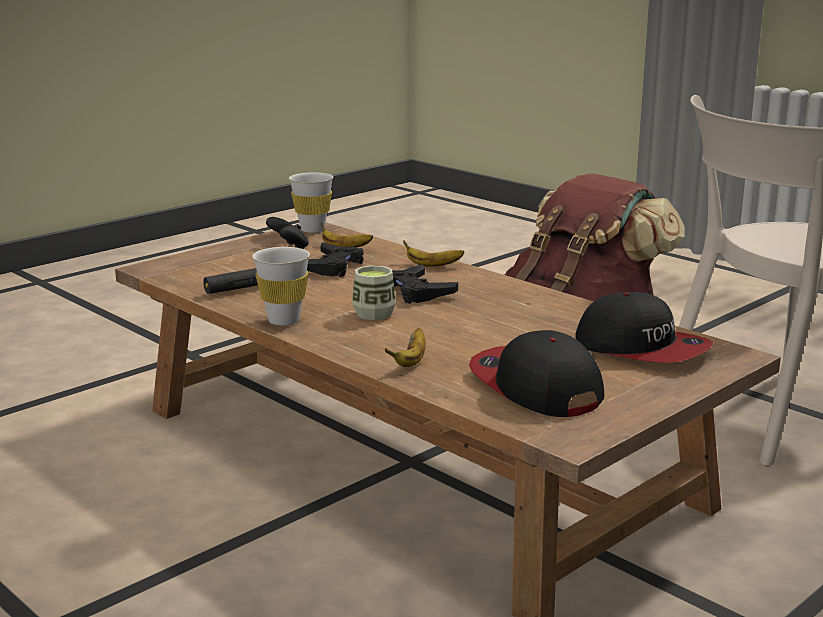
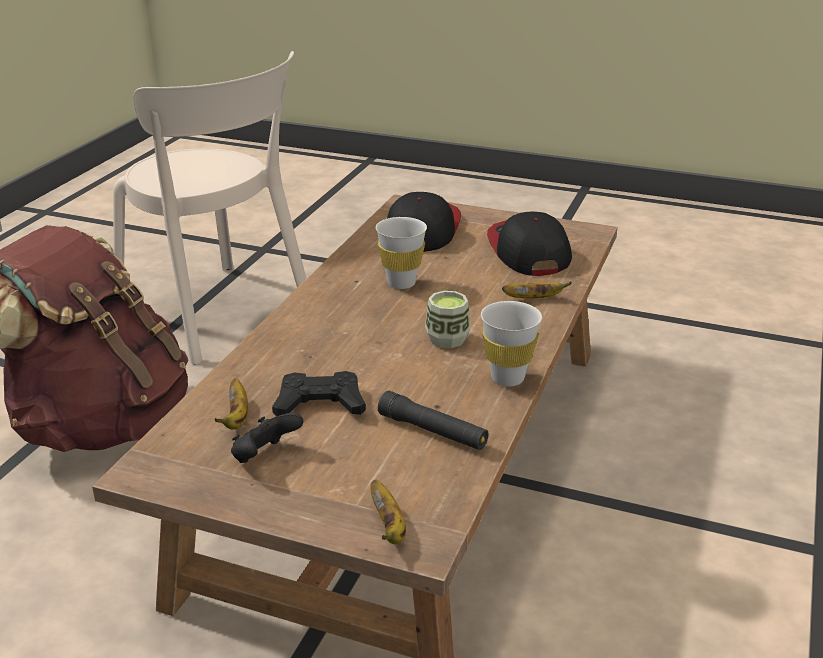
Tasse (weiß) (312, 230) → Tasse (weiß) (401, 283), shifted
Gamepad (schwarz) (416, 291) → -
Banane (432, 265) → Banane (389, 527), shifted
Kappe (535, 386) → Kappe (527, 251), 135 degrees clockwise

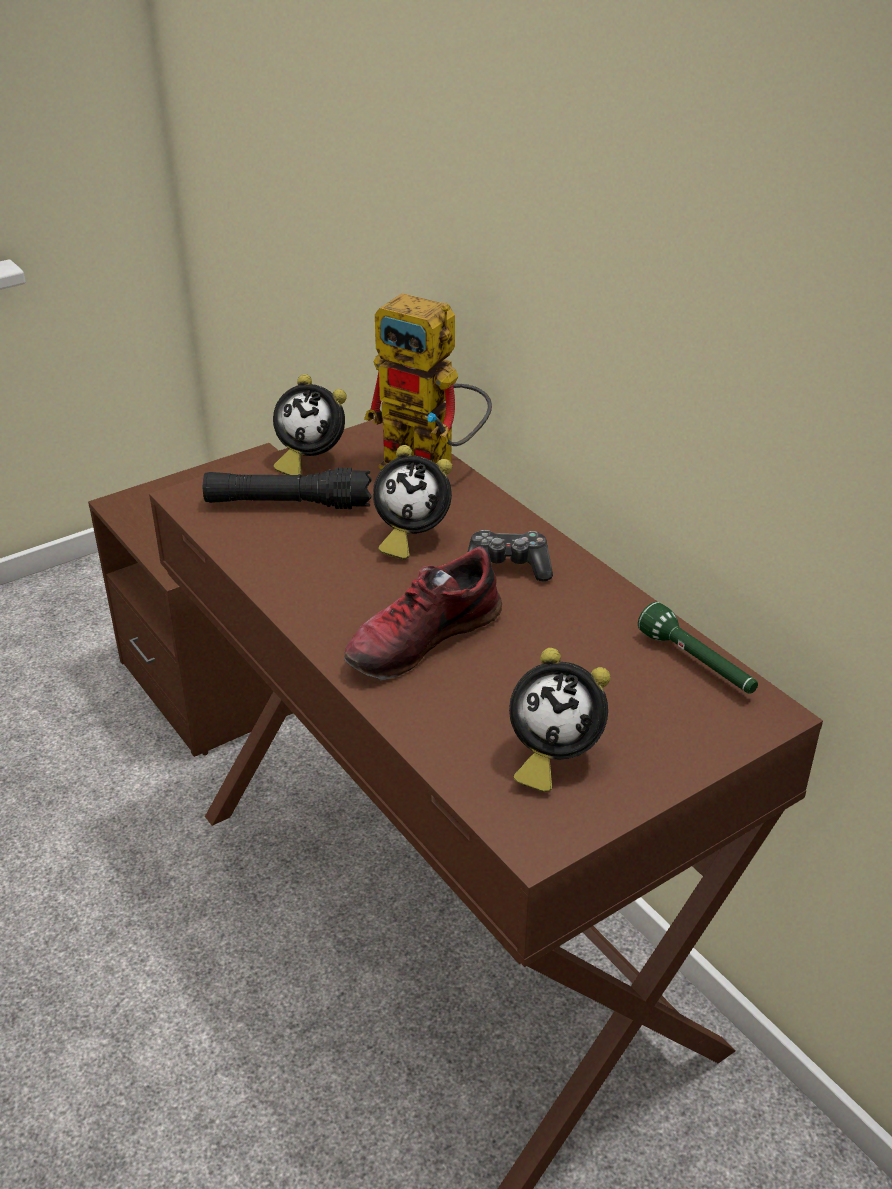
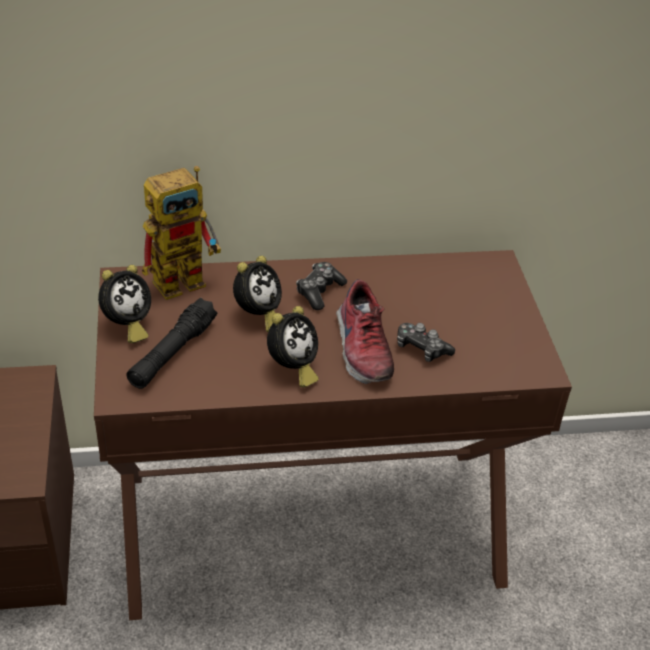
Wecker (551, 757) → Wecker (292, 369), shifted
Taschenlampe (grün) (697, 664) → -
- → Gamepad (421, 348)

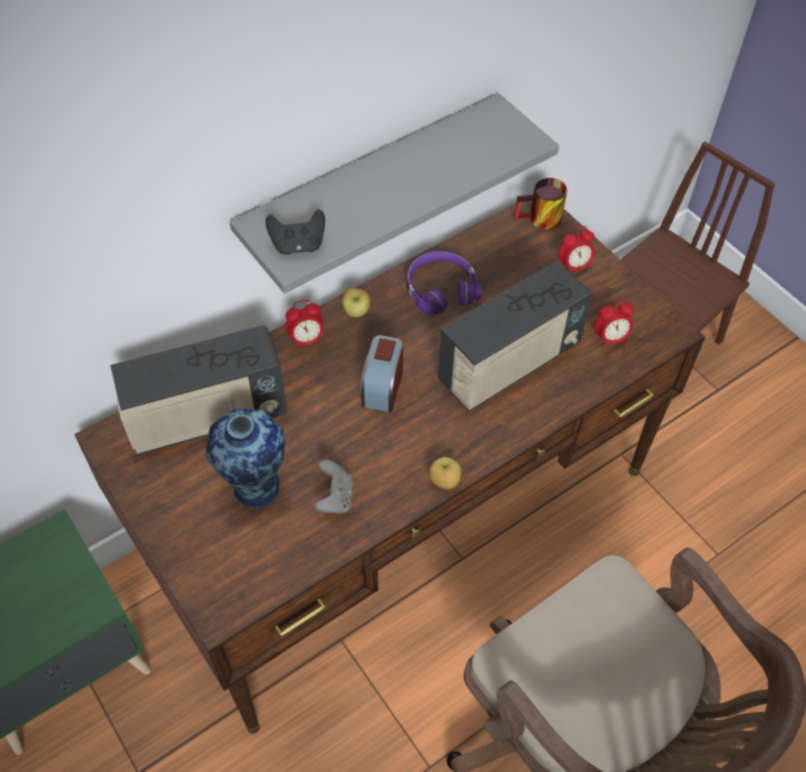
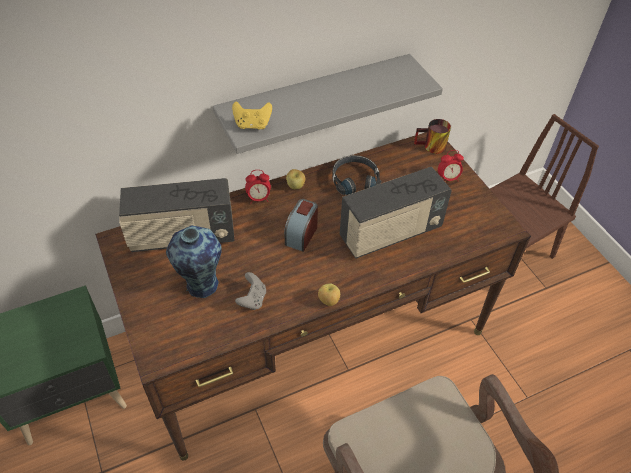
Gamepad (schwarz) (298, 245) → Gamepad (gelb) (252, 125)
Kopfhörer (lila) (440, 288) → Kopfhörer (schwarz) (354, 180)
Wecker (610, 338) → -

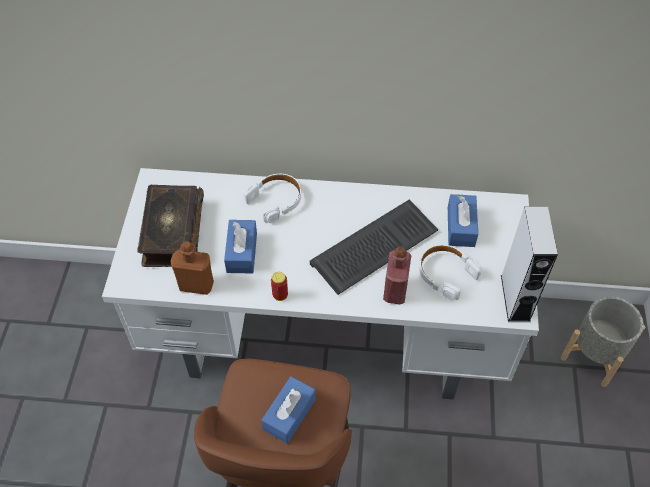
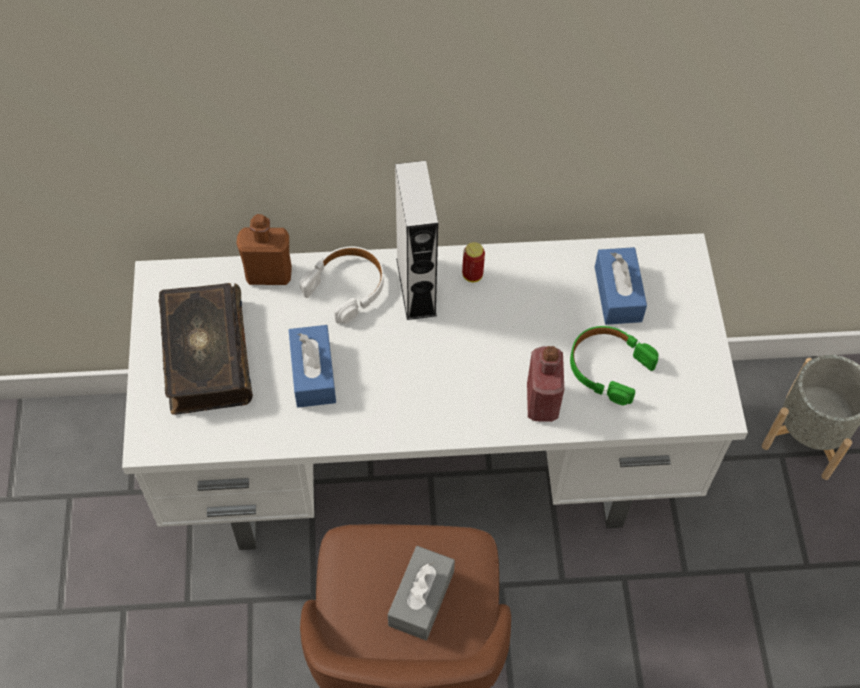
Flasche (braun) (196, 285) → Flasche (braun) (269, 274), shifted
Taschentuchbox (blau) (289, 414) → Taschentuchbox (grau) (421, 598)
Dose (280, 295) → Dose (472, 275), shifted
Tastatur (374, 249) → -
Kopfhörer (weiß) (445, 274) → Kopfhörer (grün) (608, 367)
Lautsprecher (grau) (515, 298) → Lautsprecher (grau) (416, 287), shifted

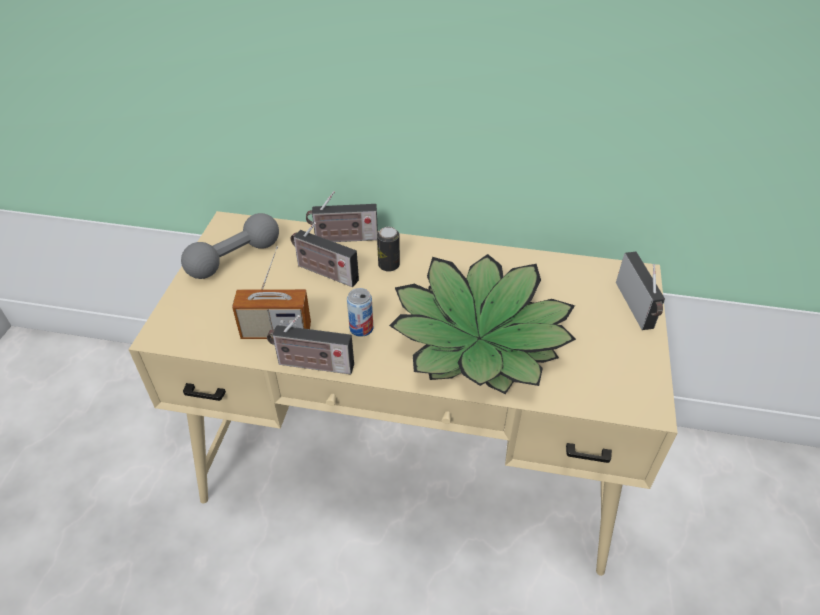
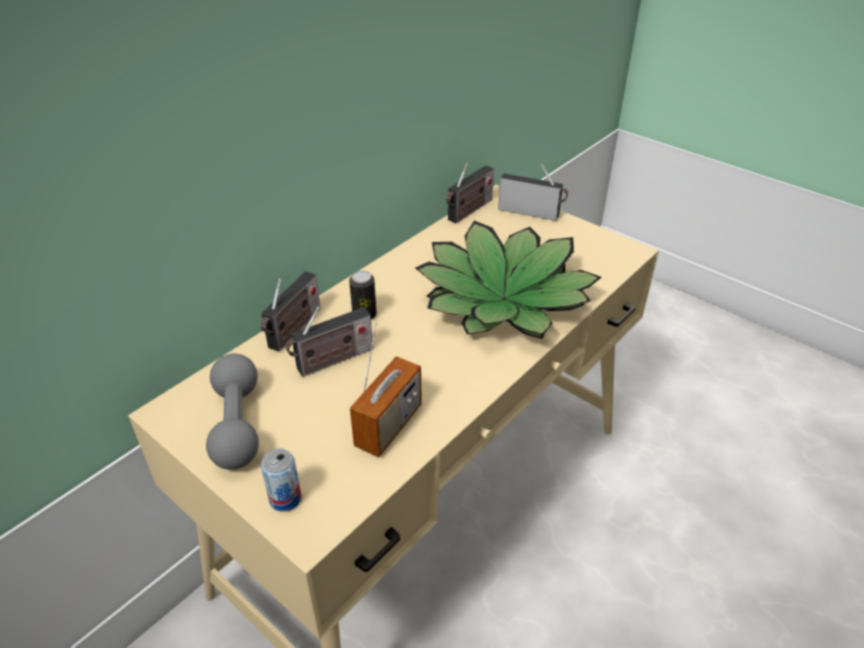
Radio (312, 365) → Radio (469, 211), shifted
Dose (361, 328) → Dose (285, 498), shifted

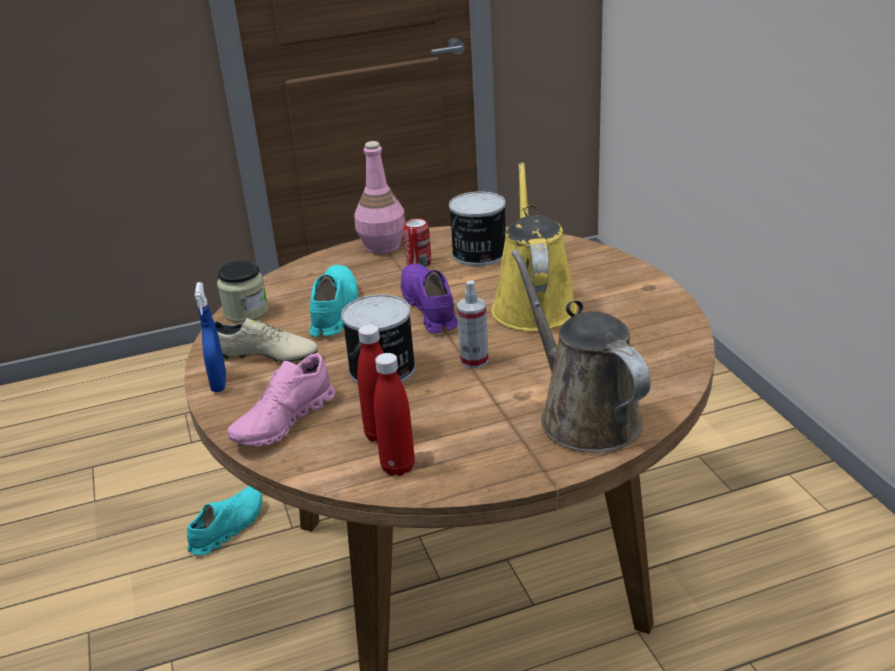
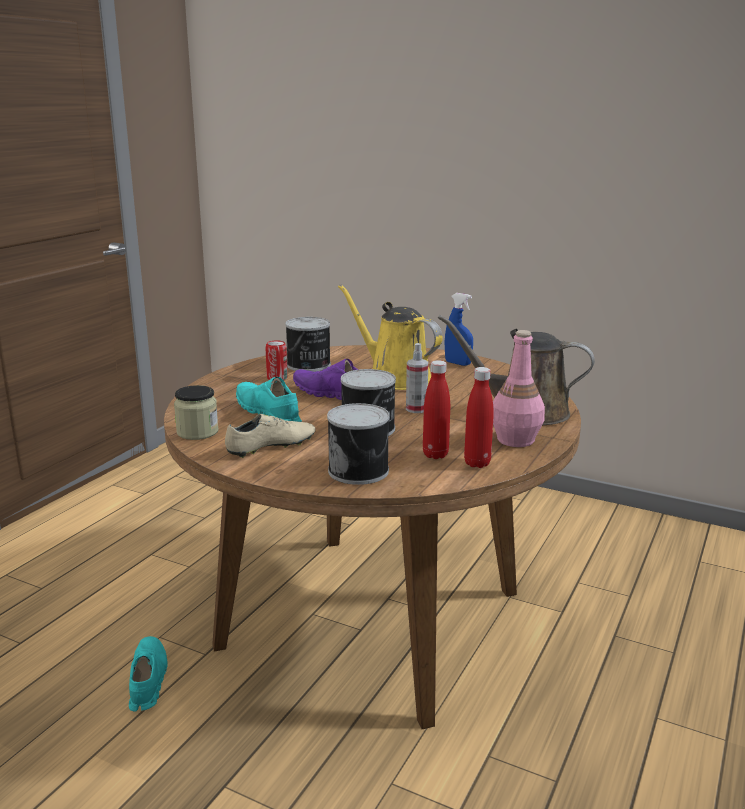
Sprühflasche (blau) (219, 383) → Sprühflasche (blau) (457, 363), shifted
Schuh (rosa) (284, 422) → Dose (360, 470)
Flasche (rosa) (382, 246) → Flasche (rosa) (515, 439), shifted

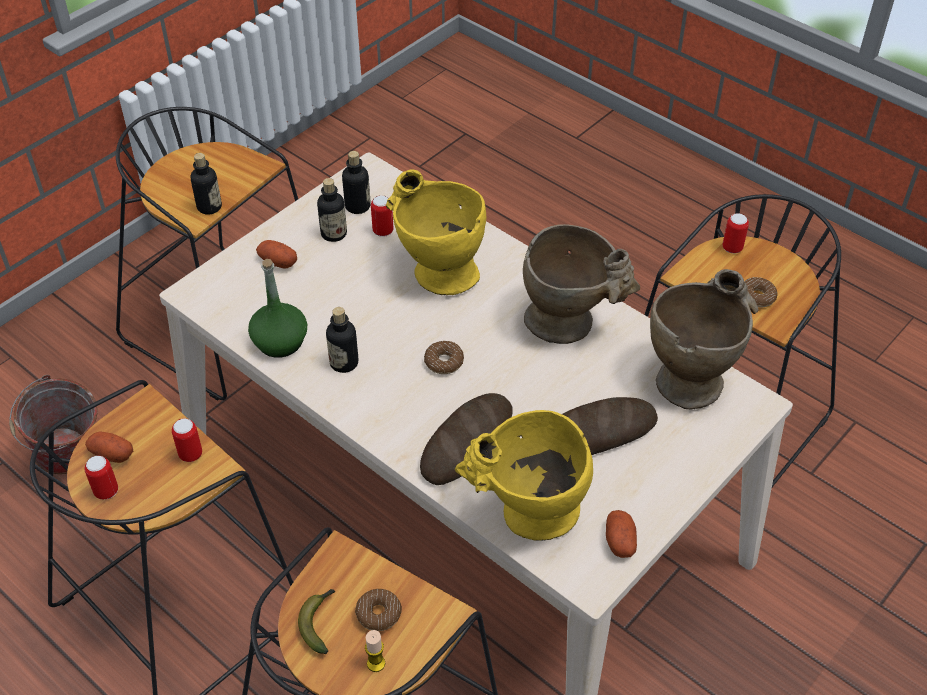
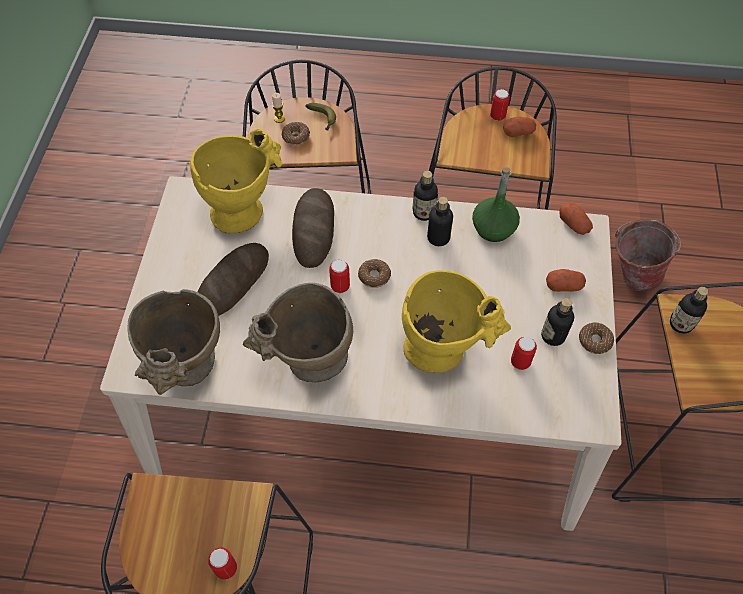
Dose (190, 454) → Dose (340, 286), shifted
Flasche (357, 206) → Flasche (424, 212), shifted
Kartoffel (619, 541) → Kartoffel (574, 224), shifted
Donut (757, 297) → Donut (594, 341), shifted

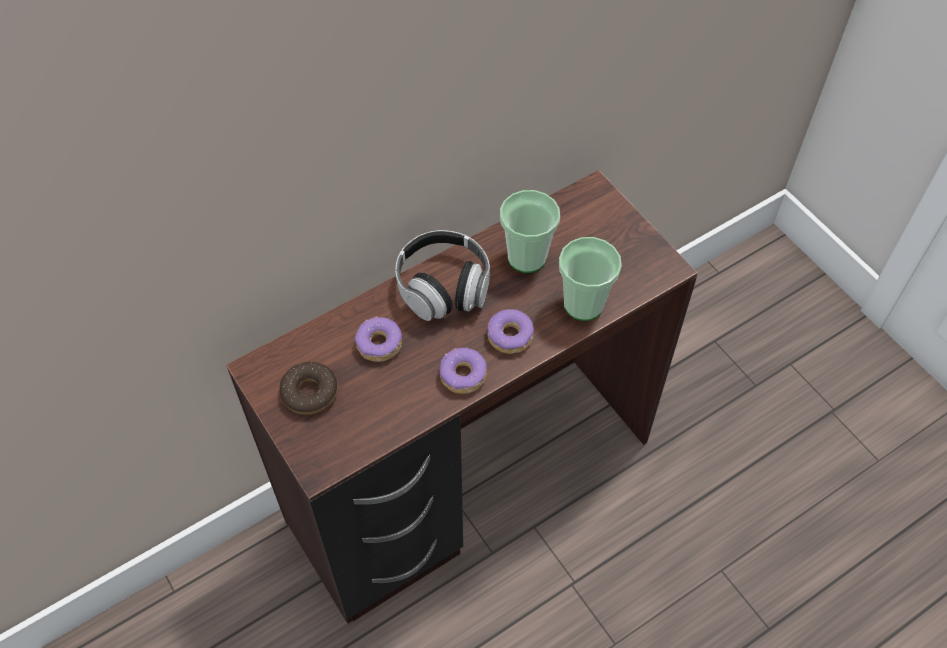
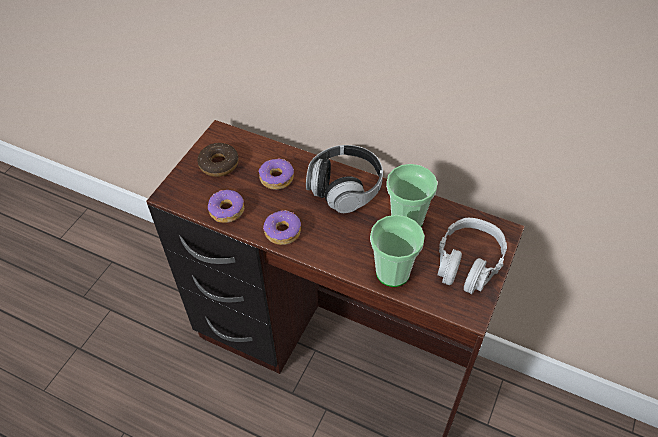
Donut (510, 336) → Donut (226, 211), shifted
- → Kopfhörer (grau) (468, 263)

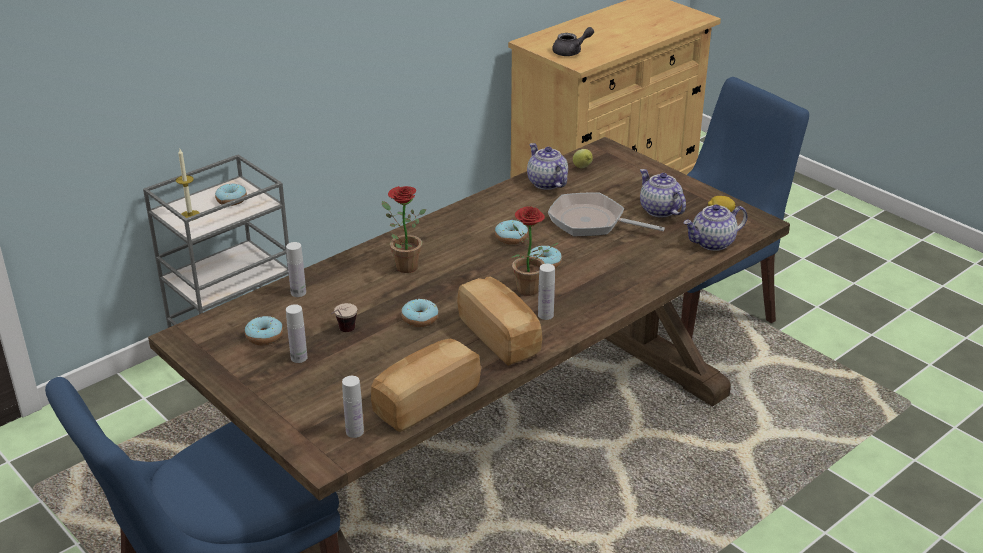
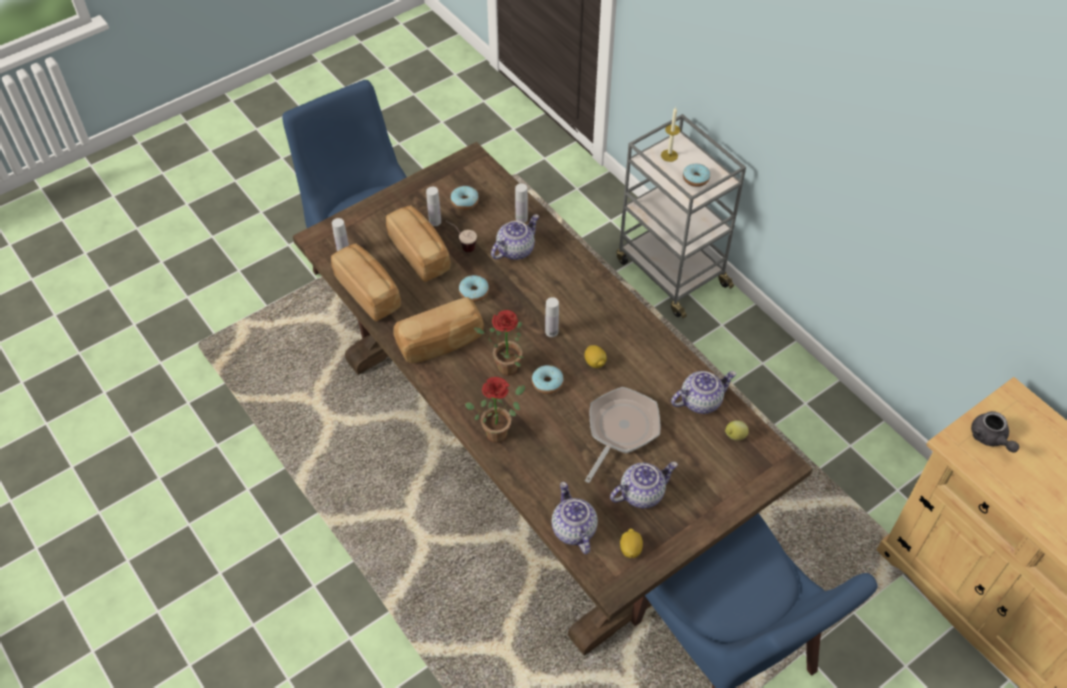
Topfpflanze (402, 265) → Topfpflanze (499, 430), shifted
Donut (511, 238) → Zitrone (595, 362)
Flasche (weiß) (545, 315) → Flasche (weiß) (551, 332), shifted
- → Brot (420, 253)
- → Teekanne (515, 249)

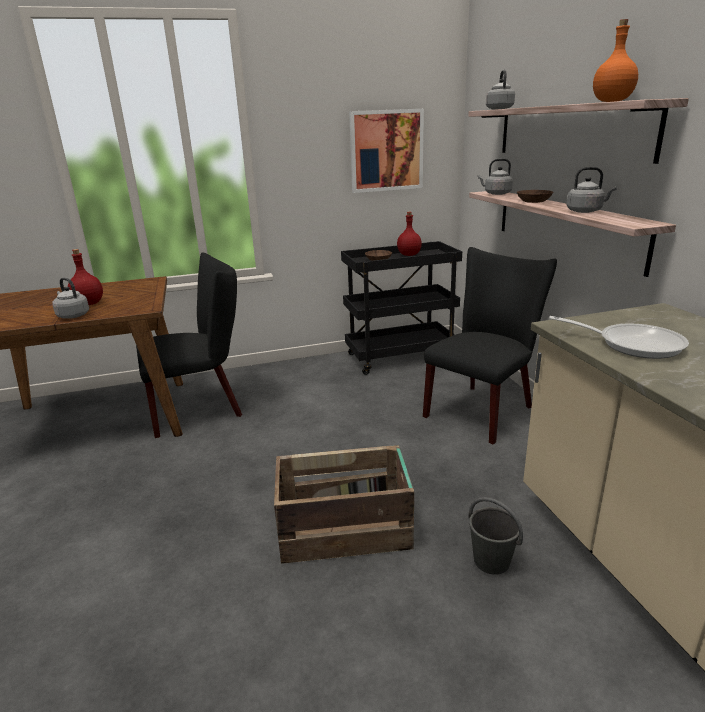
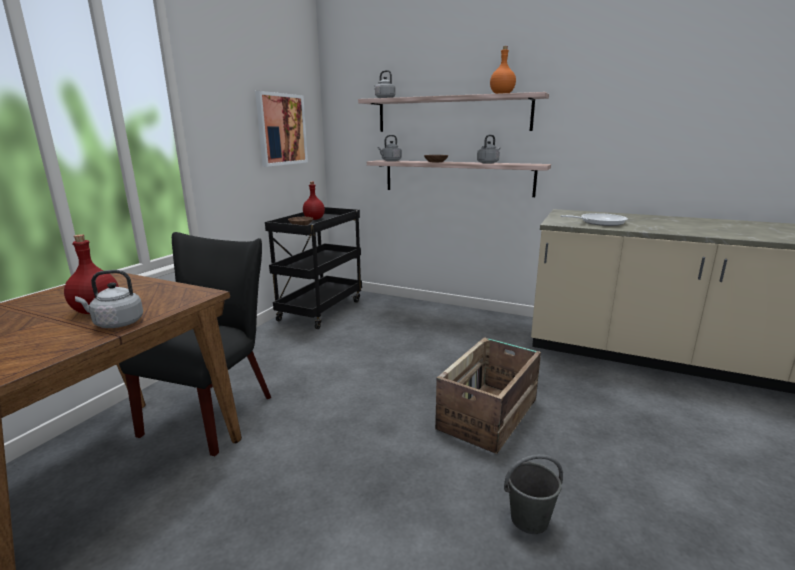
Stuhl (schwarz) (483, 409) → -
Eimer (grau) (491, 560) → Eimer (grau) (528, 519), shifted

